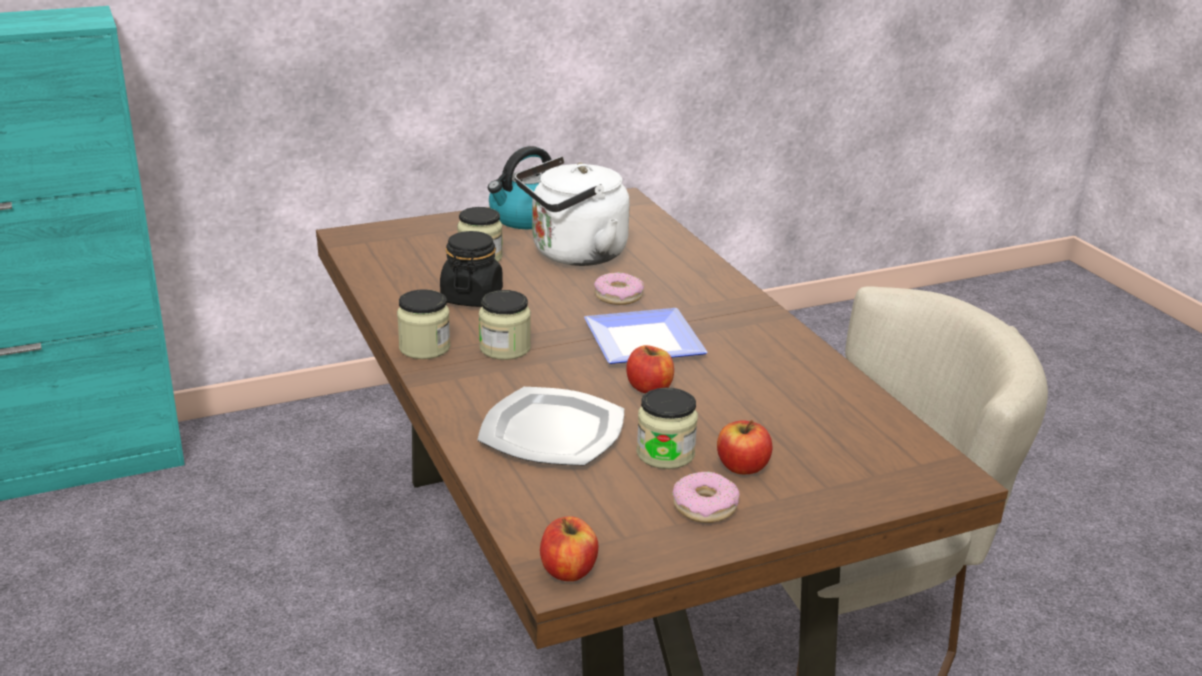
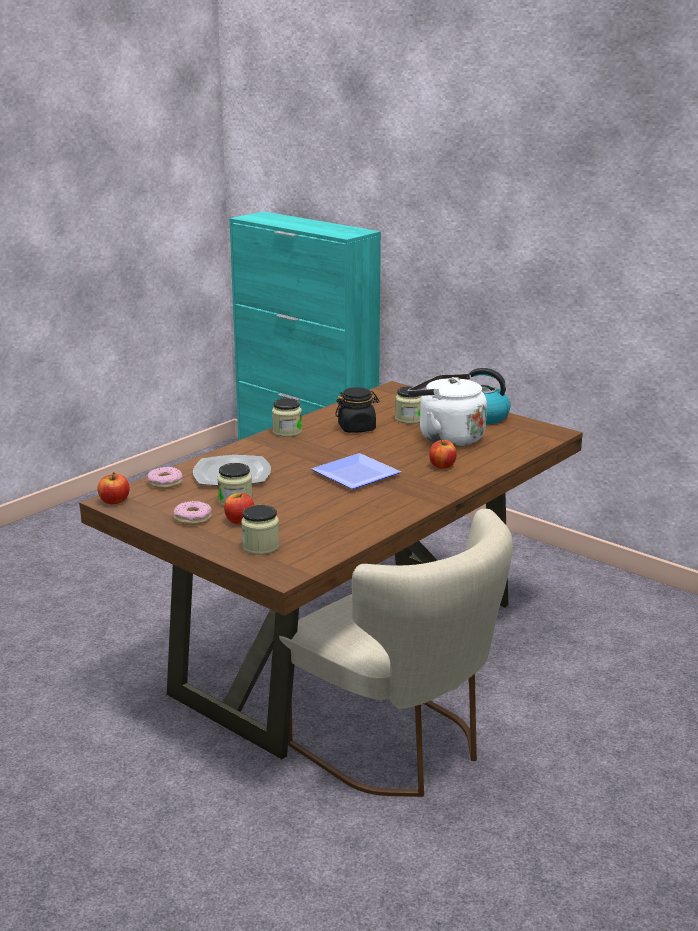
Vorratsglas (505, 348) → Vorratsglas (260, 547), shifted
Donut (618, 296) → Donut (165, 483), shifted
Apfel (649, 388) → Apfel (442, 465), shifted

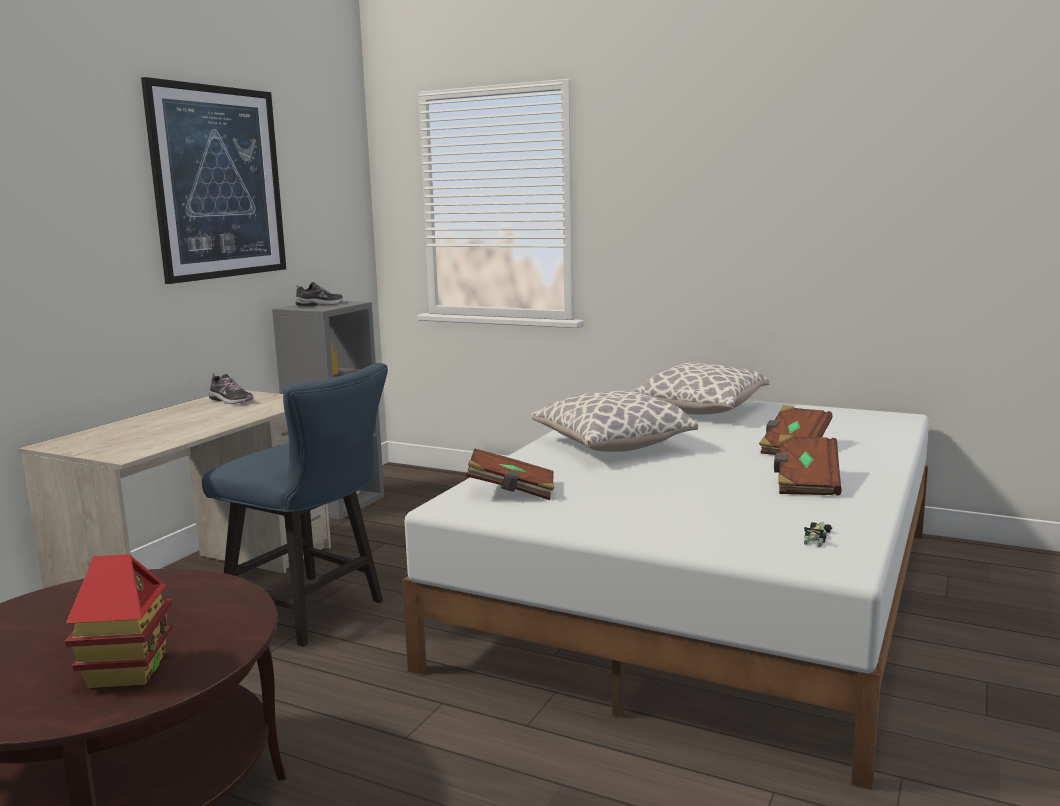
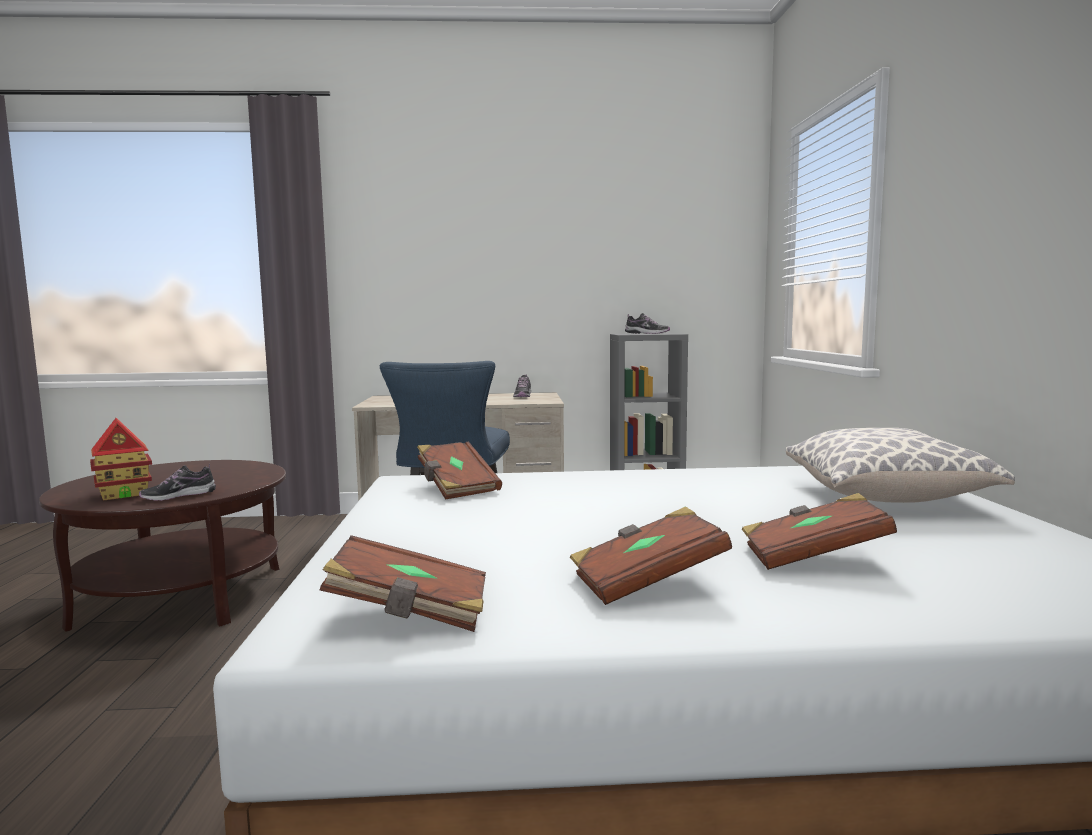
Bild (218, 183) → -
Kissen (612, 446) → -
Spielzeugauto (816, 537) → Buch (braun) (410, 613)
- → Schuh (178, 496)

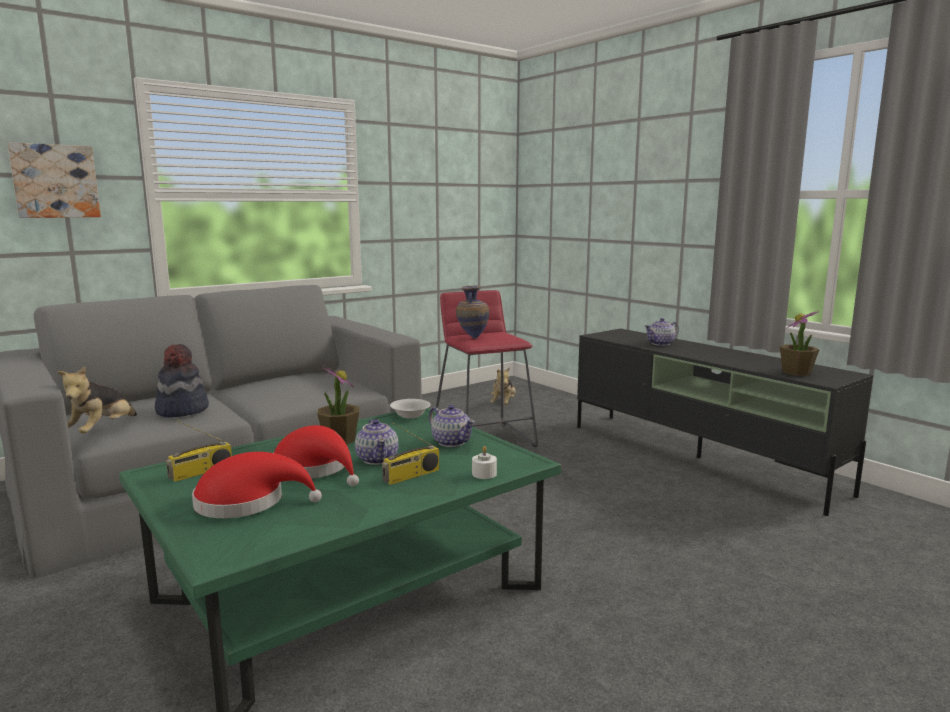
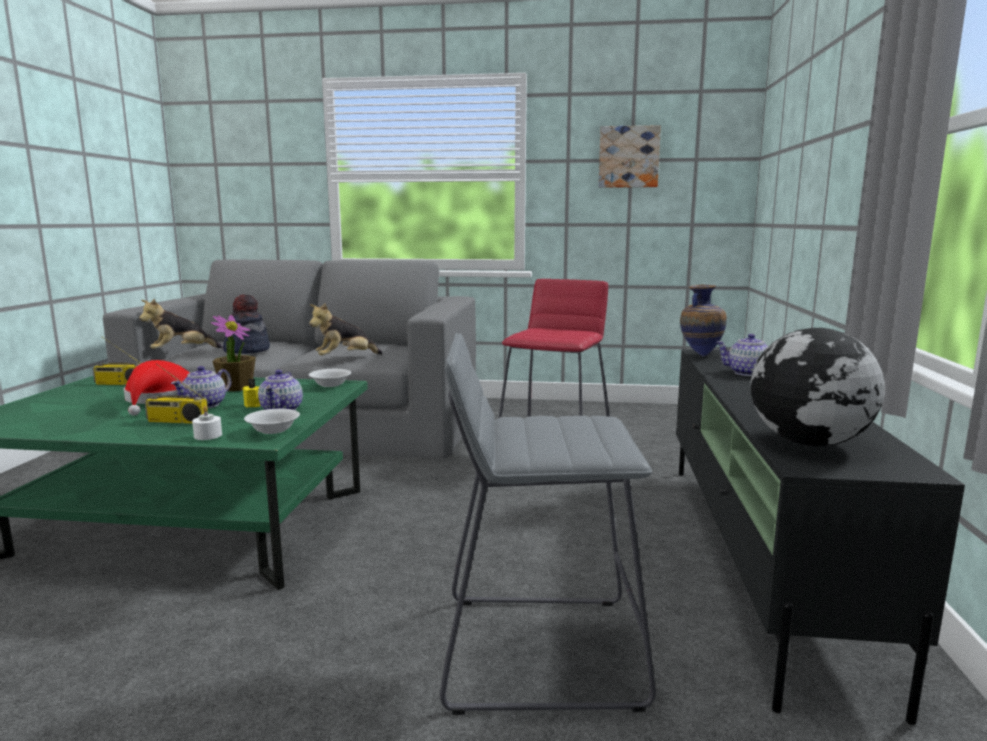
Bild (55, 181) → Bild (628, 157), shifted
Hut (rot) (247, 502) → -
Vase (472, 338) → Vase (700, 355), shifted
Plüschtier (503, 404) → Plüschtier (345, 358), shifted
Topfpflanze (796, 372) → Globus (808, 443)
- → Kerze (gelb) (254, 404)
- → Schüssel (weiß) (272, 430)
- → Hocker (grau) (539, 650)

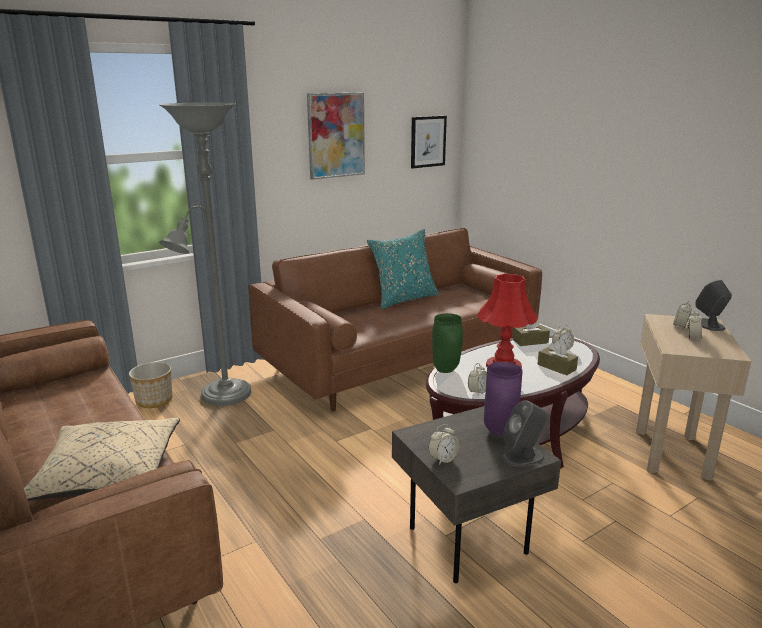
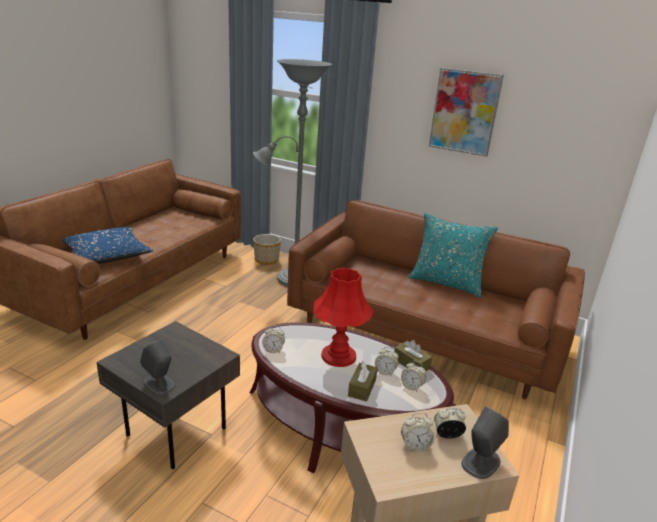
Kissen (beige) (107, 475) → Kissen (blau) (107, 256)
Bild (428, 141) → -
Wecker (443, 459) → Wecker (385, 372), shifted
Vase (grün) (445, 370) → -
Vase (lila) (498, 431) → -

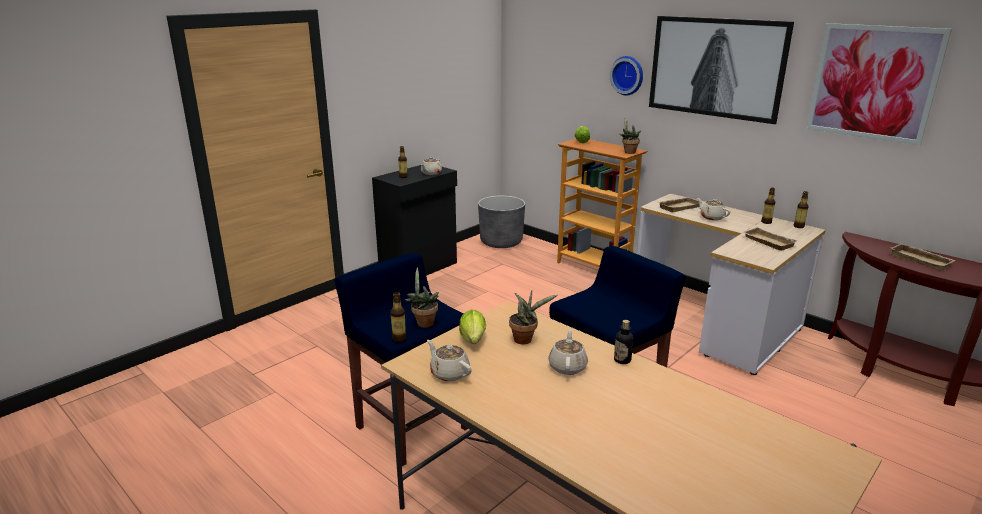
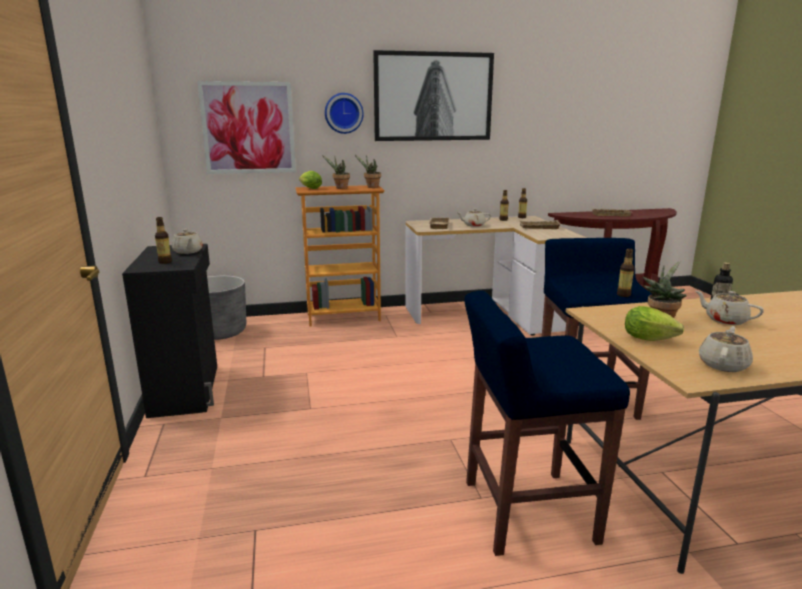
Flasche (399, 339) → Flasche (623, 295), shifted
Topfpflanze (423, 322) → Topfpflanze (339, 188), shifted
Teekanne (beige) (449, 373) → Teekanne (beige) (723, 364), 135 degrees clockwise
Bild (873, 82) → Bild (248, 128), shifted

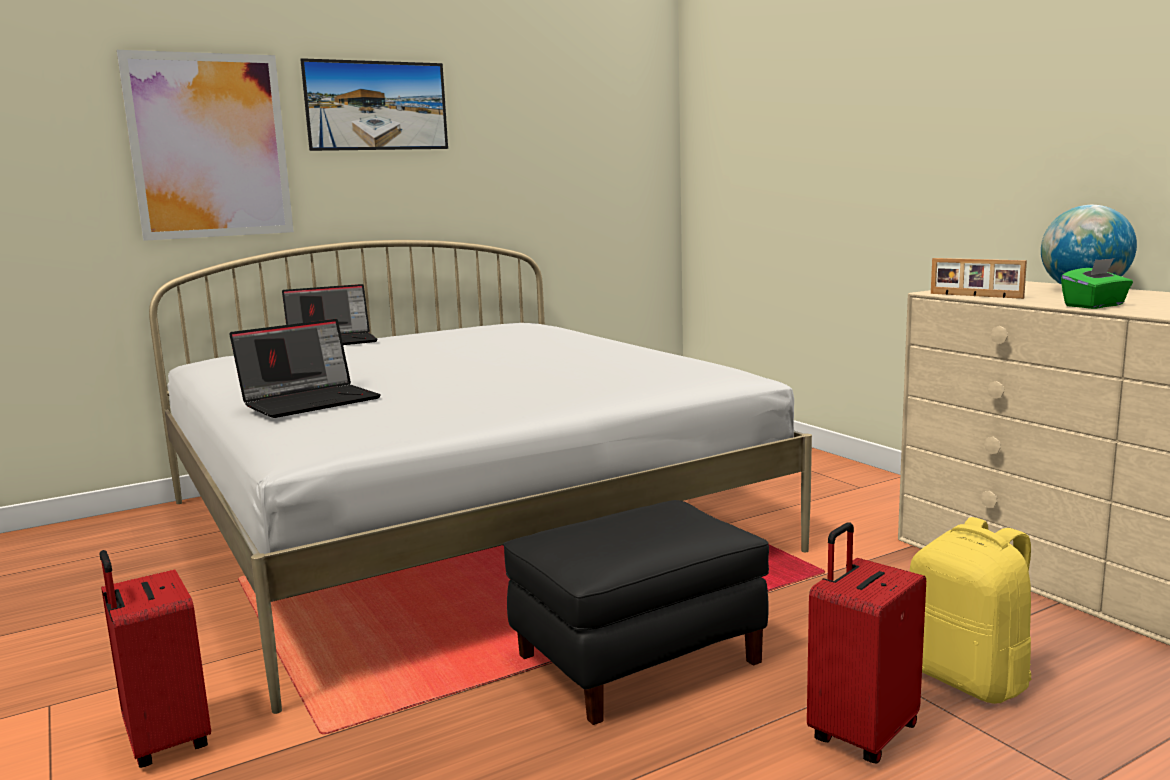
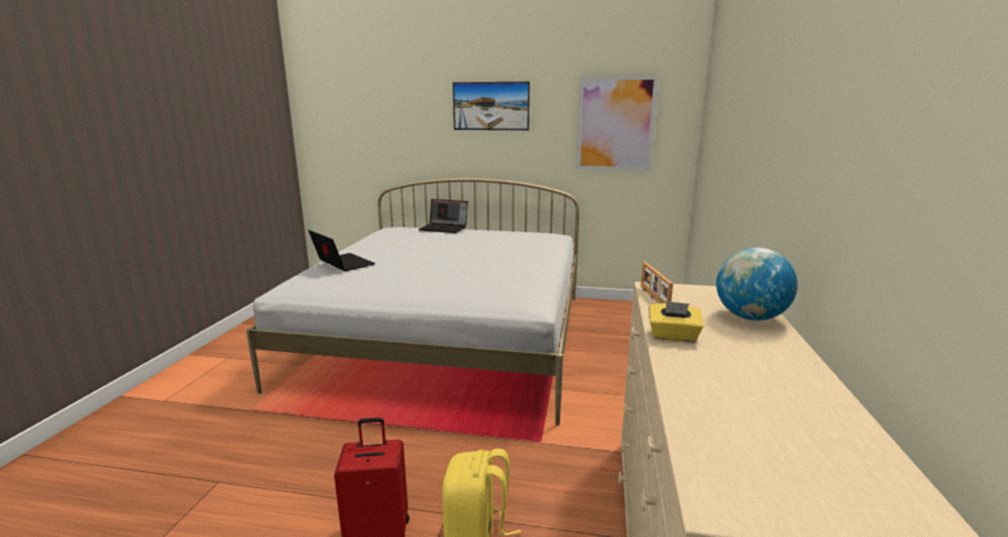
Koffer (rot) (164, 741) → -
Bild (209, 146) → Bild (615, 124), shifted
Laptop (311, 401) → Laptop (342, 263), 135 degrees counterclockwise
Polsterhocker (schwarz) (638, 658) → -
Taschentuchbox (grün) (1095, 306) → Taschentuchbox (gelb) (673, 336)

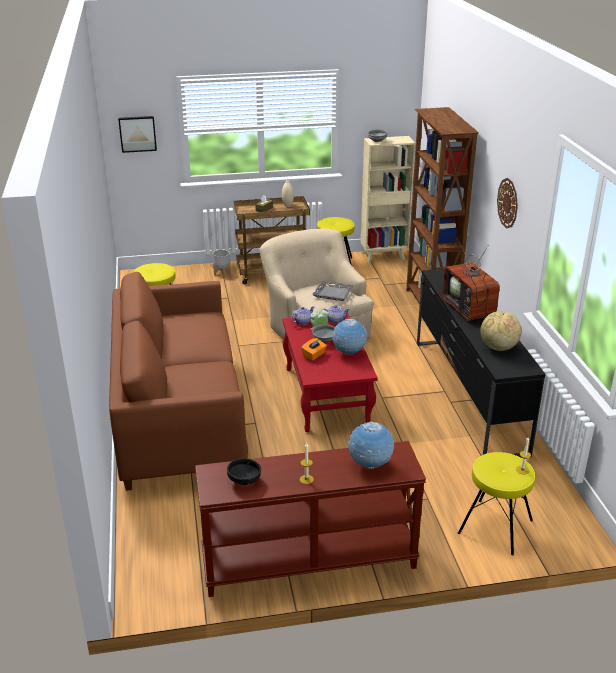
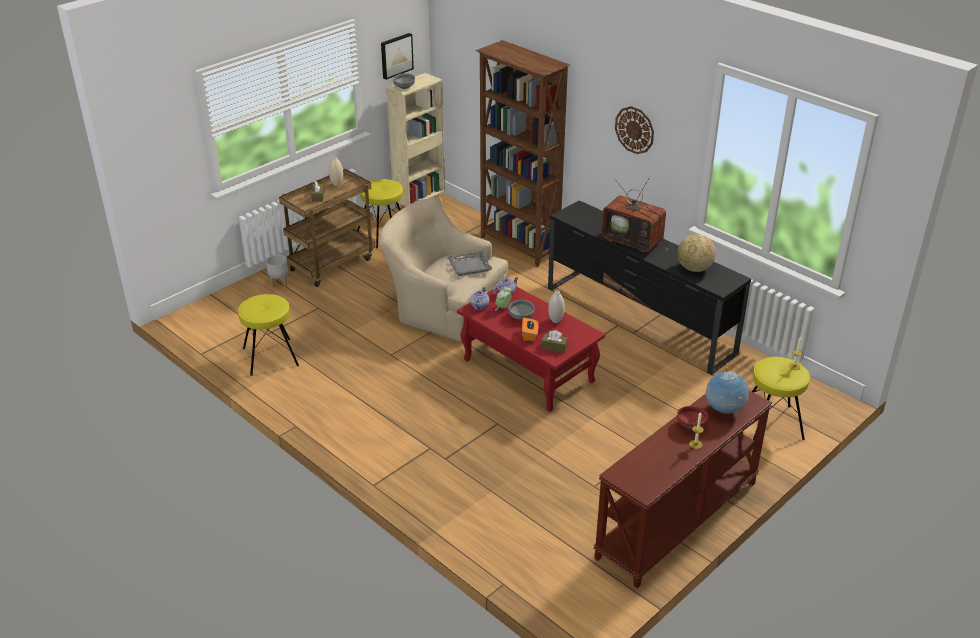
Sofa (braun) (178, 416) → -
Bild (137, 133) → Bild (396, 55), shifted
Schüssel (schwarz) (245, 480) → -
Globus (349, 353) → Vase (weiß) (555, 320)
- → Taschentuchbox (braun) (554, 347)
- → Schüssel (rot) (691, 425)

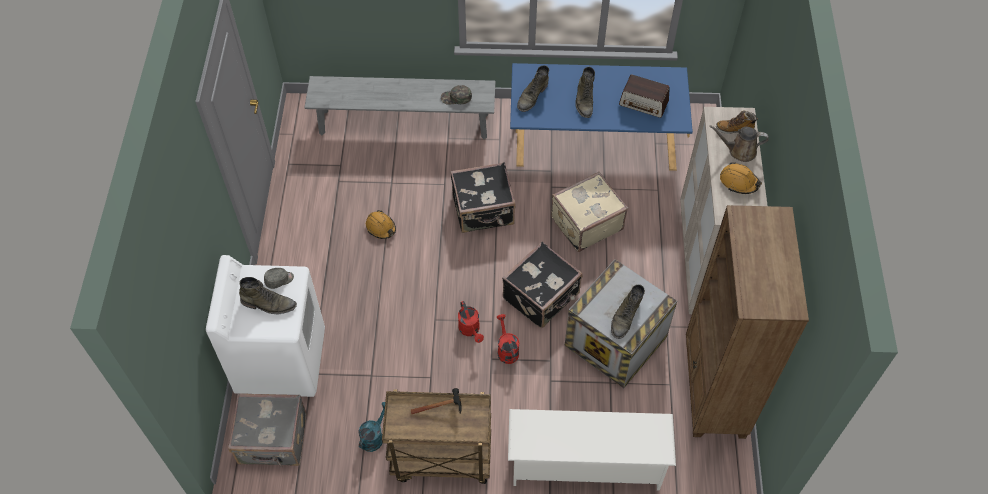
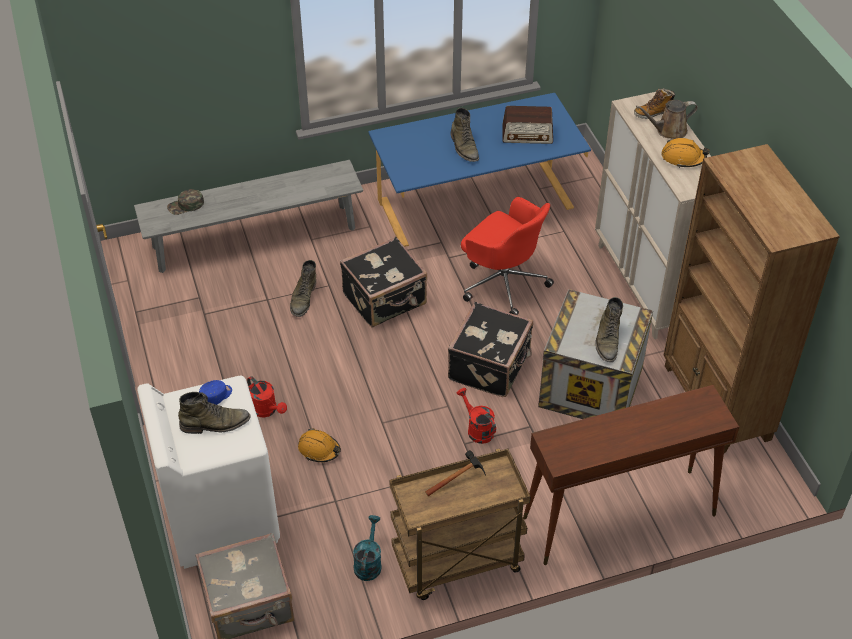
Kappe (grau) (279, 280) → Kappe (blau) (216, 396)
Schutzhelm (orange) (381, 227) → Schutzhelm (orange) (319, 449), shifted
Kappe (grün) (456, 98) → Kappe (grün) (186, 205), shifted
Gießkanne (rot) (471, 330) → Gießkanne (rot) (267, 410), shifted
Schuhregal (weiß) (585, 464) → Konsolentisch (braun) (618, 517)
Stiefel (grün) (532, 96) → Stiefel (grün) (303, 298), shifted
Koffer (beige) (585, 223) → Bürostuhl (rot) (503, 282)

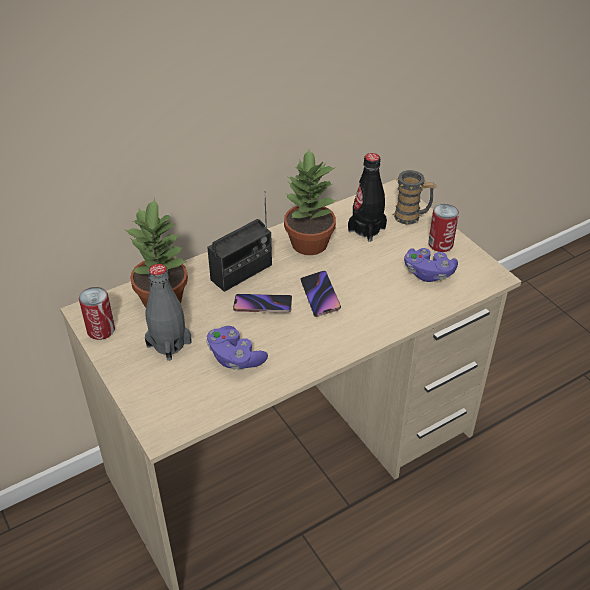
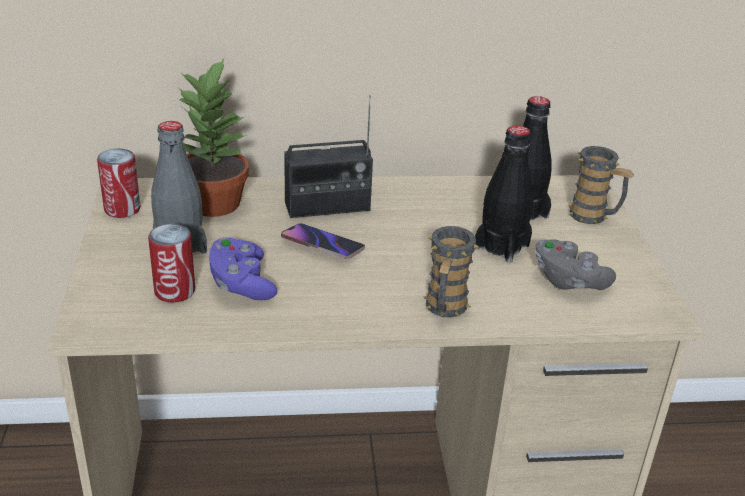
Topfpflanze (309, 244) → -
Handy (320, 296) → -
Gamepad (lila) (428, 273) → Gamepad (grau) (568, 280)
Dose (440, 244) → Dose (174, 291), shifted
- → Henkelbecher (444, 309)
- → Flasche (schwarz) (501, 246)

